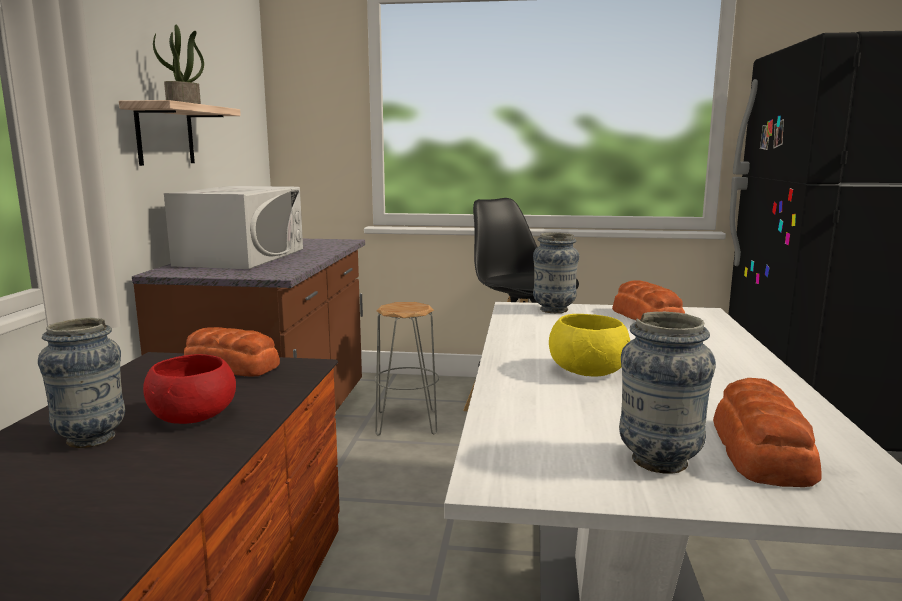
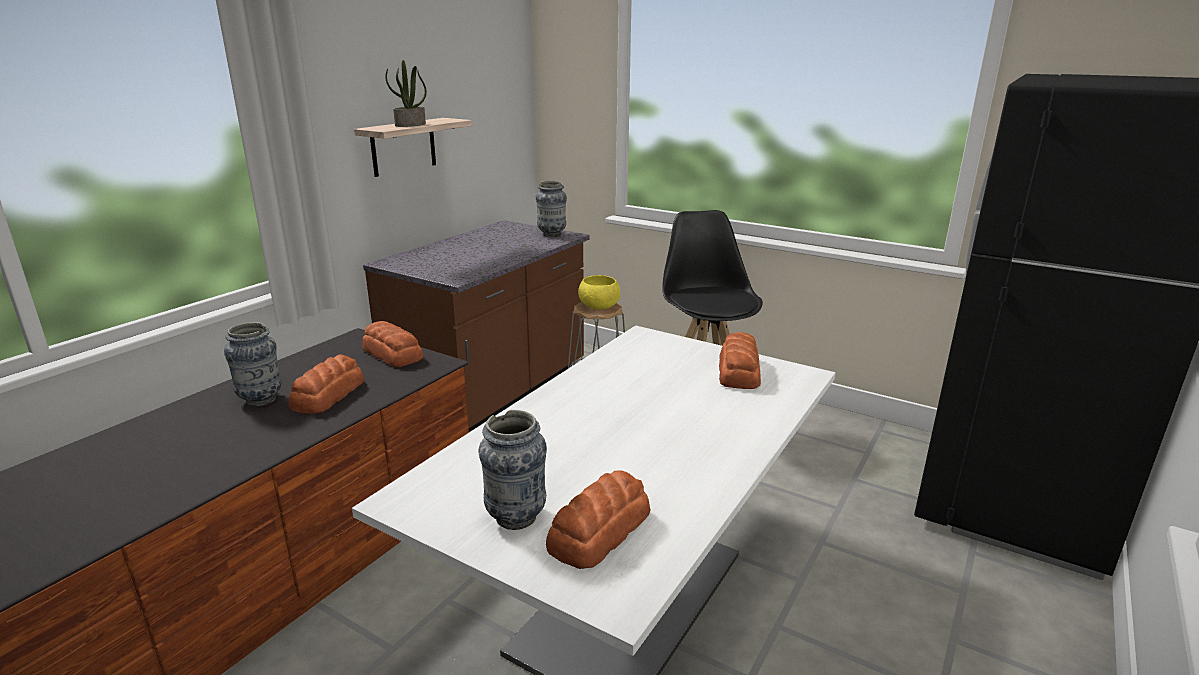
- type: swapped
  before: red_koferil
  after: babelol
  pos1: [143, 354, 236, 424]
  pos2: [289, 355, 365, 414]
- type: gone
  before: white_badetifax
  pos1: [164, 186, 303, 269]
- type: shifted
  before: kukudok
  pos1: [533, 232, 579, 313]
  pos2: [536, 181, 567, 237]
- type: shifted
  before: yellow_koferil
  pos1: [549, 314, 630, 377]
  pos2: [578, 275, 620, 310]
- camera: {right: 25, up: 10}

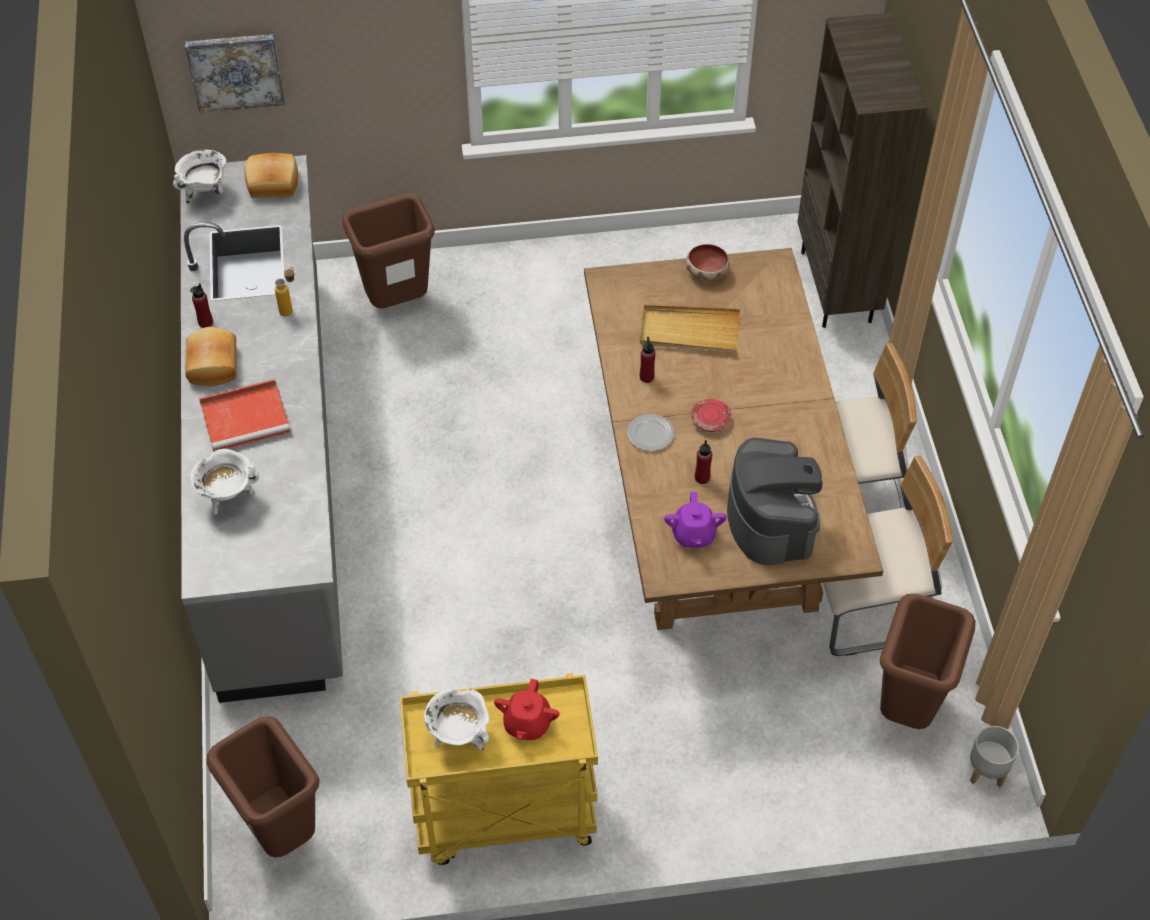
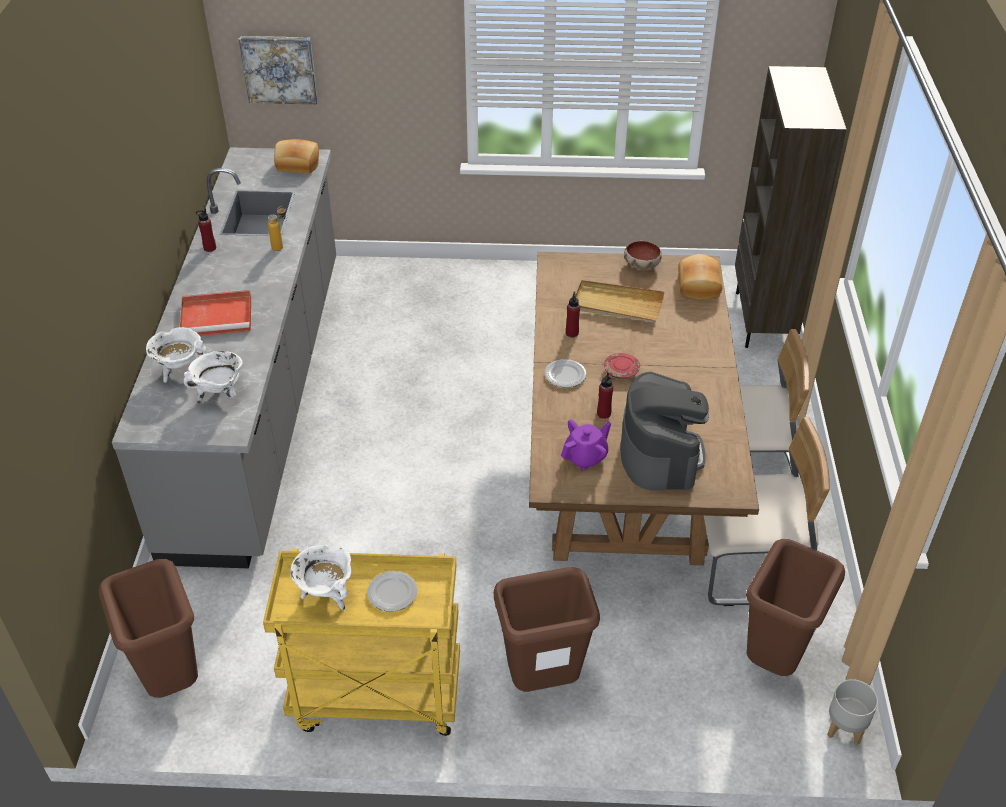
- type: shifted
  before: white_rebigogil
  pos1: [173, 150, 226, 204]
  pos2: [183, 351, 243, 403]
- type: shifted
  before: babelol
  pos1: [185, 327, 237, 386]
  pos2: [678, 254, 722, 300]
- type: shifted
  before: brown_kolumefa
  pos1: [342, 193, 435, 309]
  pos2: [494, 567, 600, 692]
- type: swapped
  before: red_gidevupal
  after: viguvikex
  pos1: [494, 679, 560, 740]
  pos2: [367, 571, 417, 612]
- type: rotated
  before: purple_gidevupal
  pos1: [664, 492, 727, 548]
  pos2: [561, 420, 611, 470]
  turn: -135
- camera: {right: 10, up: -10}

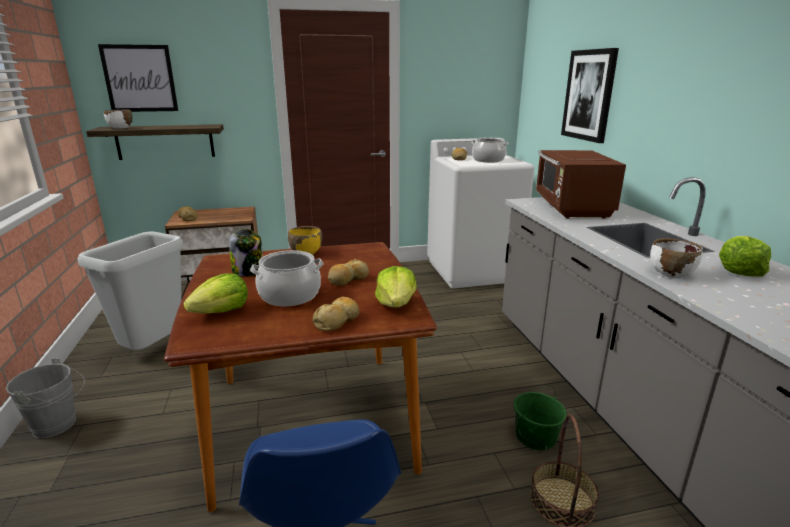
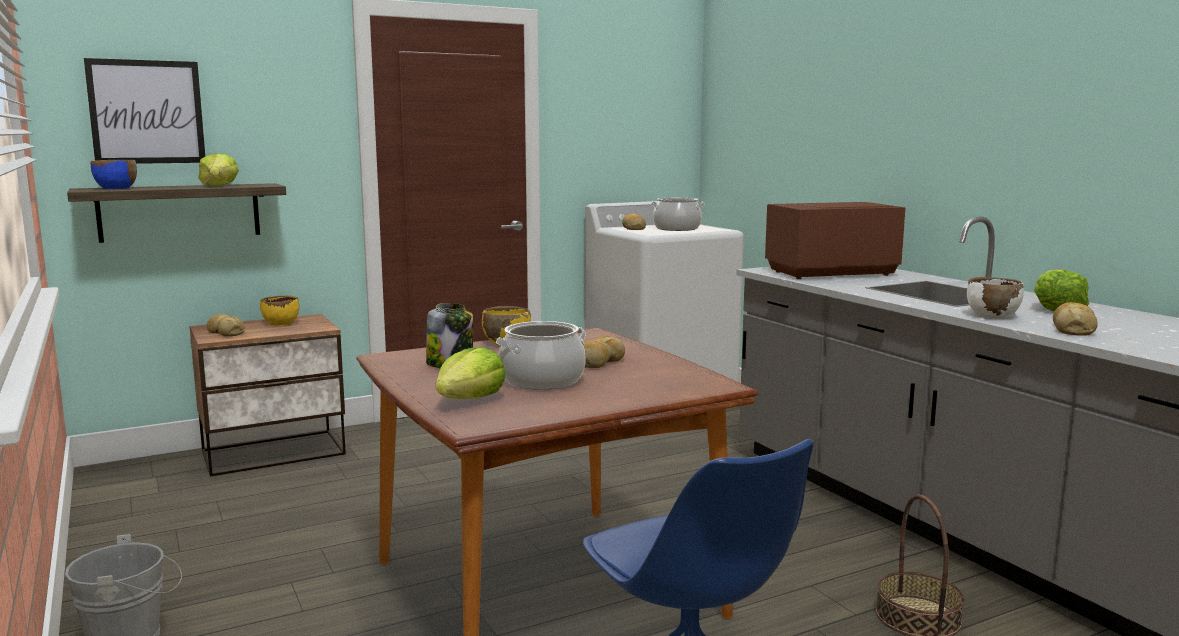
- type: gone
  before: grey_kolumefa
  pos1: [78, 232, 184, 350]
- type: repainted
  before: white_koferil
  after: blue_koferil
  pos1: [104, 109, 133, 129]
  pos2: [91, 160, 137, 189]
- type: shifted
  before: babelol
  pos1: [313, 297, 359, 332]
  pos2: [1053, 302, 1098, 336]
- type: shifted
  before: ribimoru
  pos1: [375, 266, 417, 307]
  pos2: [198, 153, 239, 186]
- type: gone
  before: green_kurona
  pos1: [513, 385, 567, 450]
- type: rotated
  before: brown_badetifax
  pos1: [536, 150, 626, 219]
  pos2: [765, 202, 906, 279]
  turn: 90
- type: gone
  before: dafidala
  pos1: [561, 48, 619, 143]
- type: new
  after: yellow_koferil
  pos2: [260, 296, 299, 326]
- camera: {right: -15, up: -10}

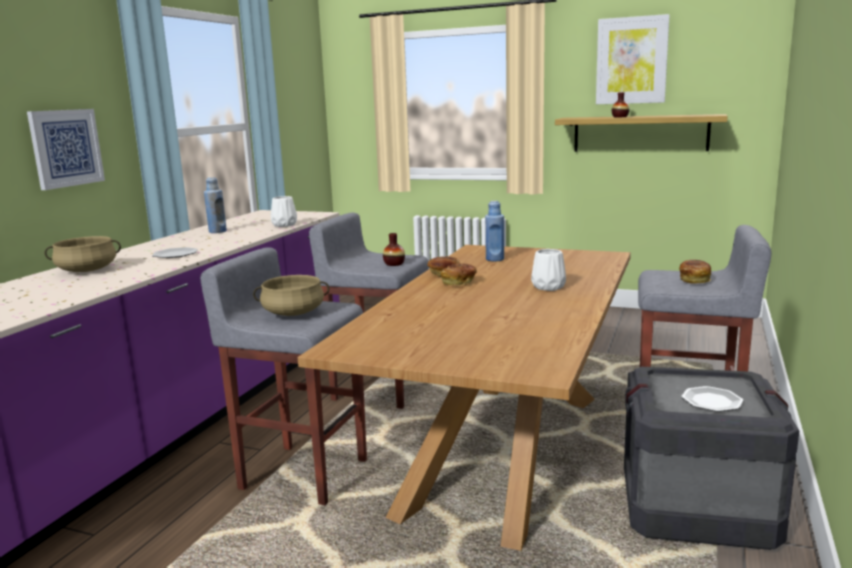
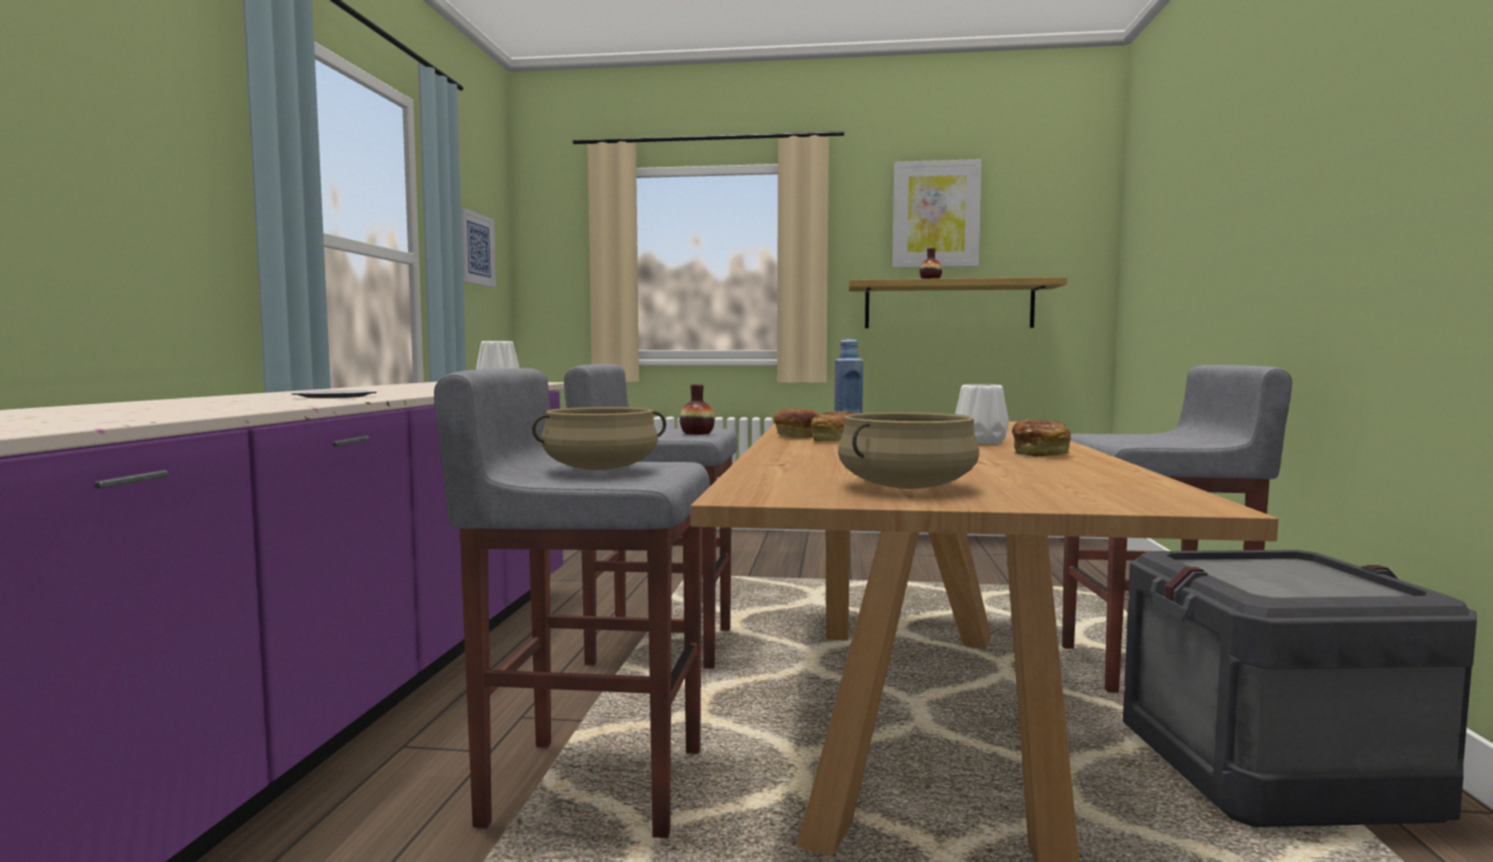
- type: shifted
  before: dafidala
  pos1: [27, 109, 105, 190]
  pos2: [461, 208, 496, 287]
- type: shifted
  before: beige_rebigogil
  pos1: [44, 236, 121, 272]
  pos2: [838, 412, 979, 489]
- type: gone
  before: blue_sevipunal
  pos1: [204, 177, 227, 233]
- type: shifted
  before: babelol
  pos1: [679, 260, 711, 283]
  pos2: [1012, 420, 1071, 457]
- type: gone
  before: viguvikex
  pos1: [681, 386, 744, 412]
- camera: {right: -15, up: -10}

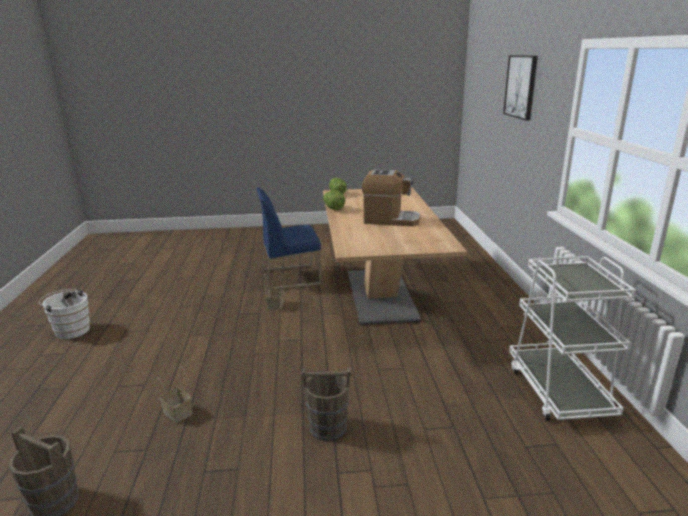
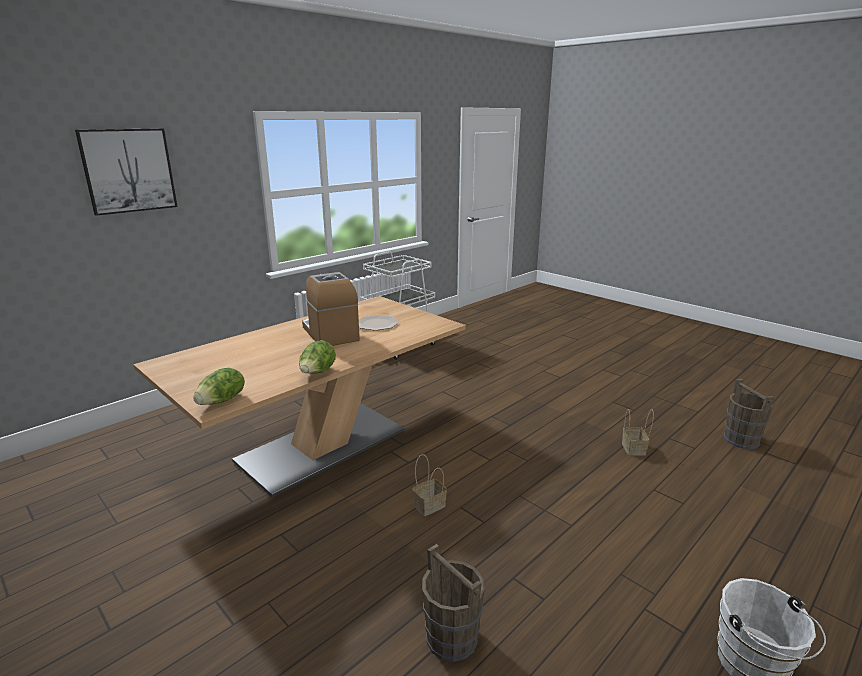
- type: gone
  before: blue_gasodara
  pos1: [257, 187, 321, 291]
- type: shifted
  before: brown_kurona
  pos1: [301, 367, 352, 441]
  pos2: [422, 544, 485, 662]
- type: new
  after: viguvikex
  pos2: [359, 315, 399, 331]
- camera: {right: -130, up: 0}

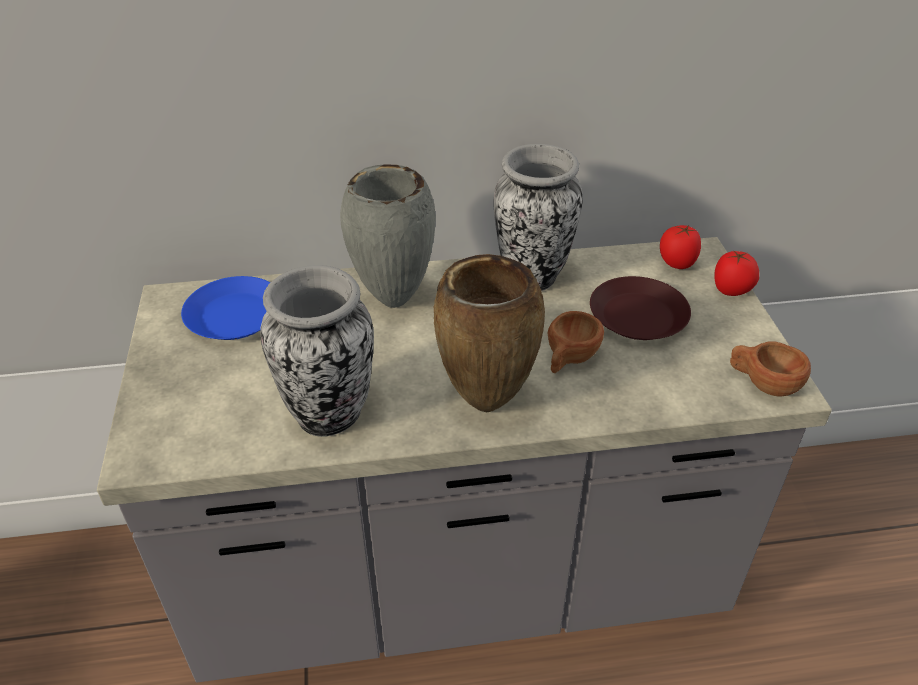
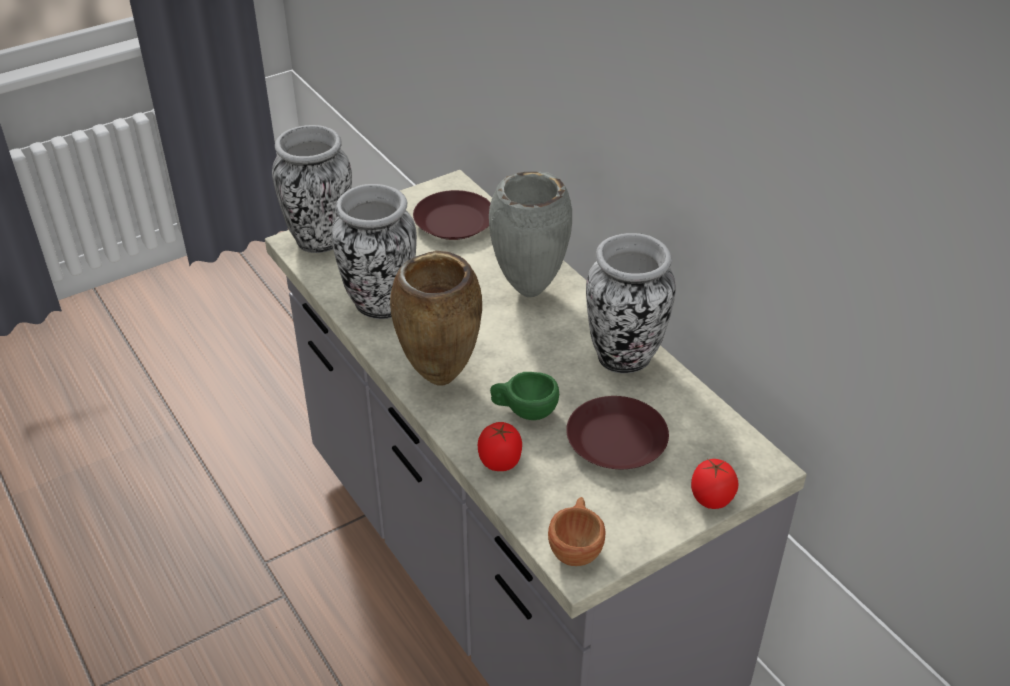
- type: repainted
  before: blue_viguvikex
  after: brown_viguvikex
  pos1: [181, 276, 271, 340]
  pos2: [413, 190, 491, 240]
- type: repainted
  before: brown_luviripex
  after: green_luviripex
  pos1: [548, 311, 604, 373]
  pos2: [490, 372, 559, 420]
- type: shifted
  before: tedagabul
  pos1: [660, 225, 701, 269]
  pos2: [478, 422, 522, 471]
- type: new
  after: kukudok
  pos2: [272, 125, 352, 253]
- camera: {right: 65, up: 0}

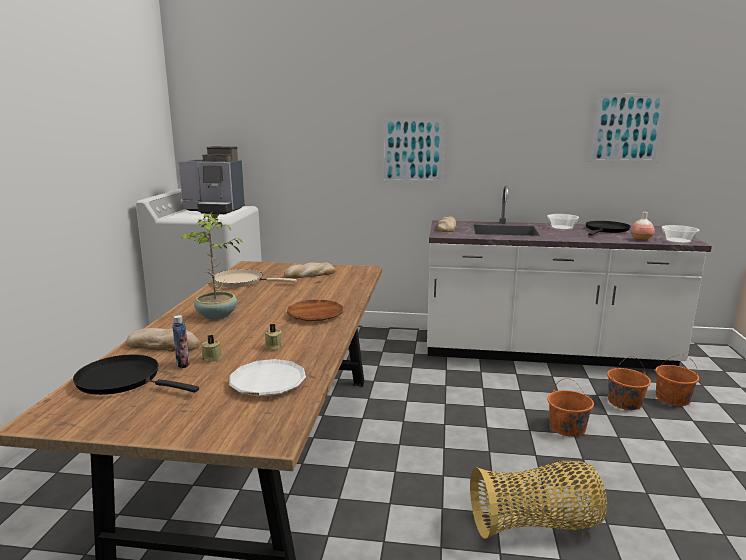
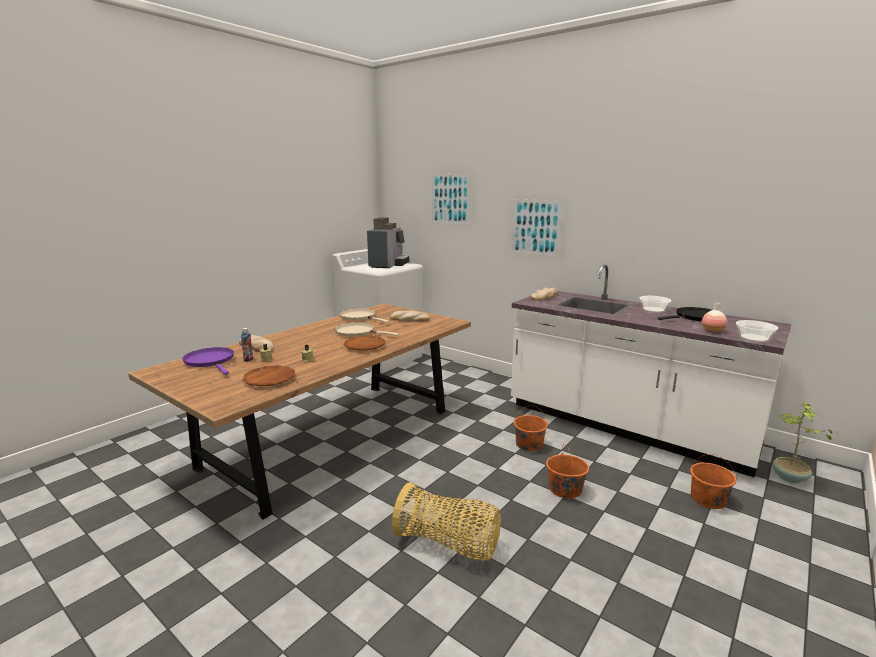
- type: repainted
  before: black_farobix
  after: purple_farobix
  pos1: [73, 354, 199, 395]
  pos2: [182, 347, 234, 375]
- type: rotated
  before: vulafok
  pos1: [179, 146, 245, 214]
  pos2: [367, 218, 409, 268]
  turn: -120
- type: shifted
  before: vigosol
  pos1: [181, 212, 244, 320]
  pos2: [772, 402, 838, 483]
- type: repainted
  before: white_viguvikex
  after: brown_viguvikex
  pos1: [229, 359, 306, 396]
  pos2: [242, 365, 295, 386]
- type: shifted
  before: dafidala
  pos1: [589, 93, 668, 163]
  pos2: [431, 174, 471, 225]
- type: shifted
  before: orange_kurona
  pos1: [607, 356, 651, 410]
  pos2: [514, 405, 548, 451]
- type: new
  after: beige_farobix
  pos2: [335, 322, 399, 337]
- camera: {right: 30, up: 0}

